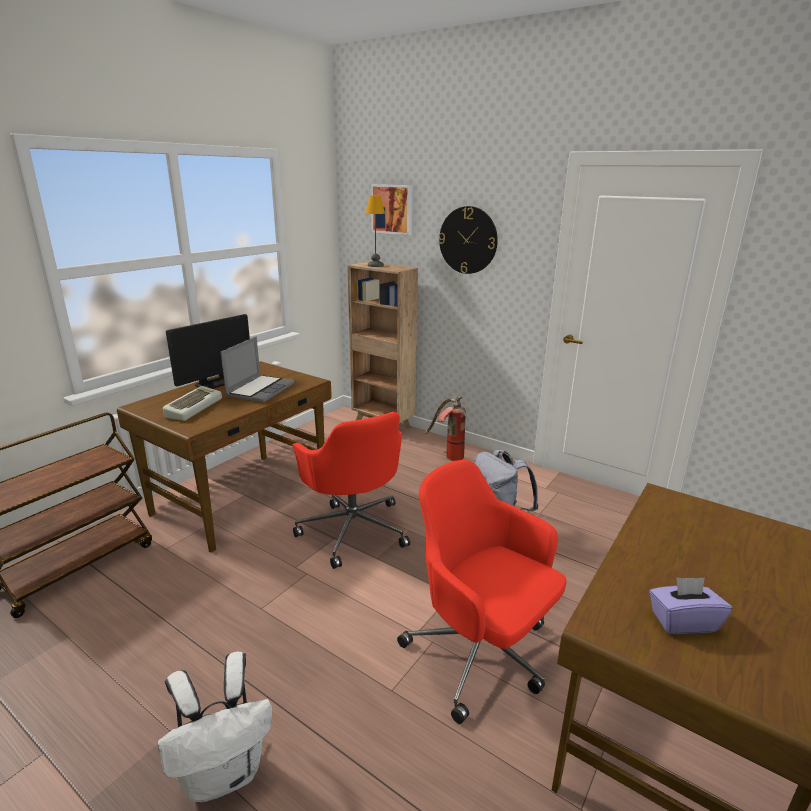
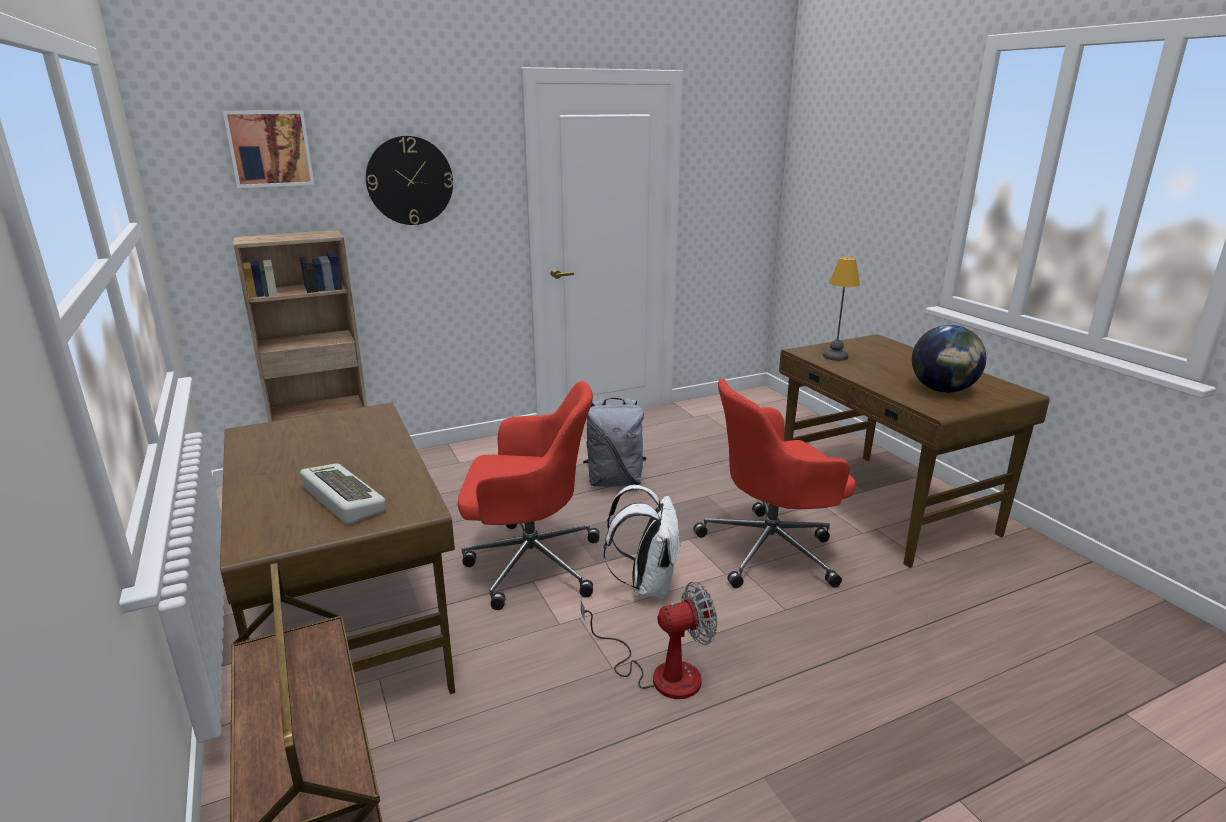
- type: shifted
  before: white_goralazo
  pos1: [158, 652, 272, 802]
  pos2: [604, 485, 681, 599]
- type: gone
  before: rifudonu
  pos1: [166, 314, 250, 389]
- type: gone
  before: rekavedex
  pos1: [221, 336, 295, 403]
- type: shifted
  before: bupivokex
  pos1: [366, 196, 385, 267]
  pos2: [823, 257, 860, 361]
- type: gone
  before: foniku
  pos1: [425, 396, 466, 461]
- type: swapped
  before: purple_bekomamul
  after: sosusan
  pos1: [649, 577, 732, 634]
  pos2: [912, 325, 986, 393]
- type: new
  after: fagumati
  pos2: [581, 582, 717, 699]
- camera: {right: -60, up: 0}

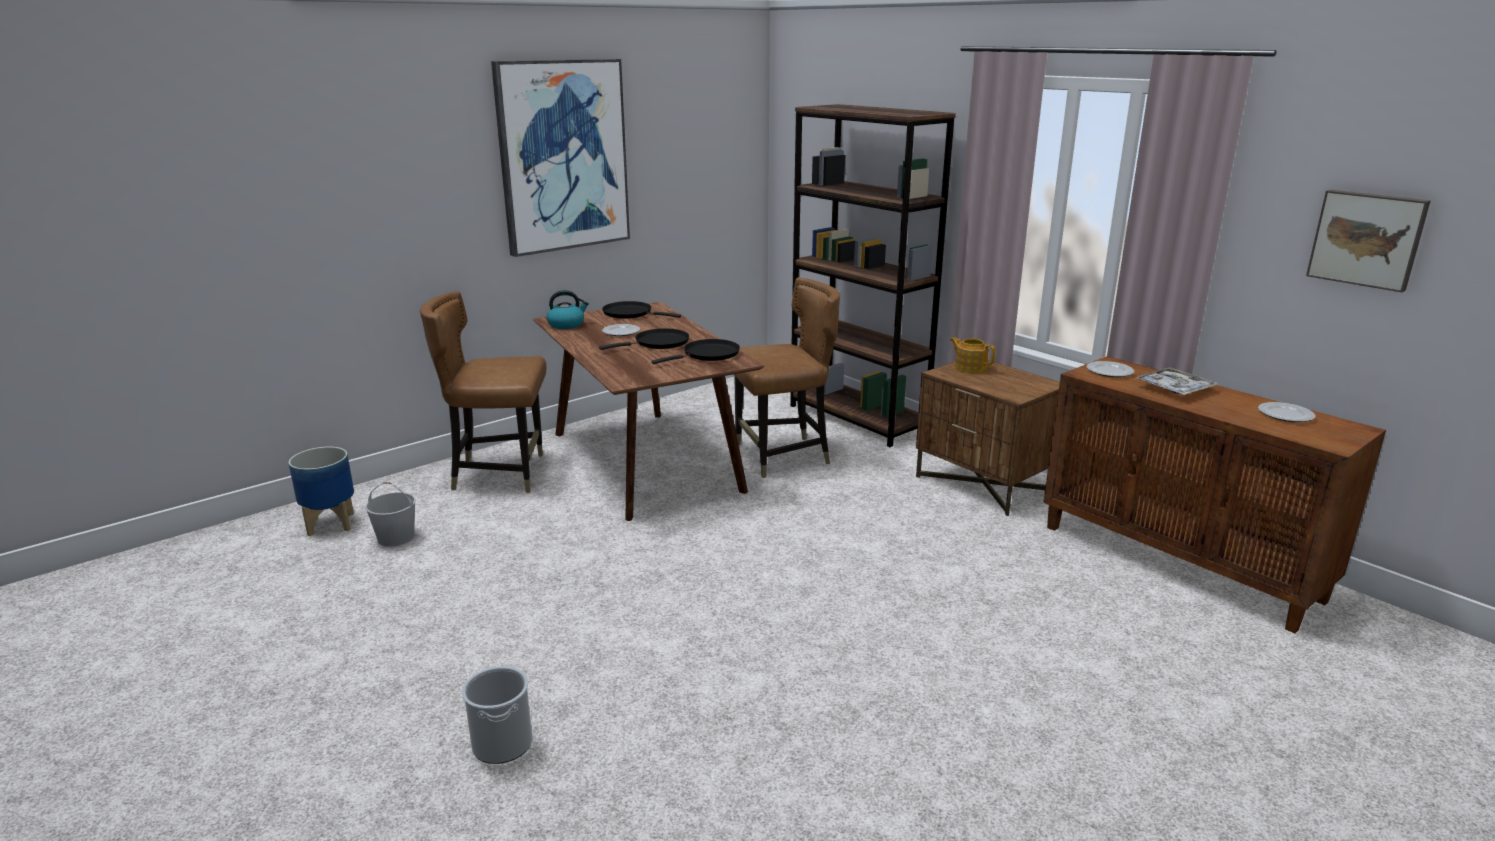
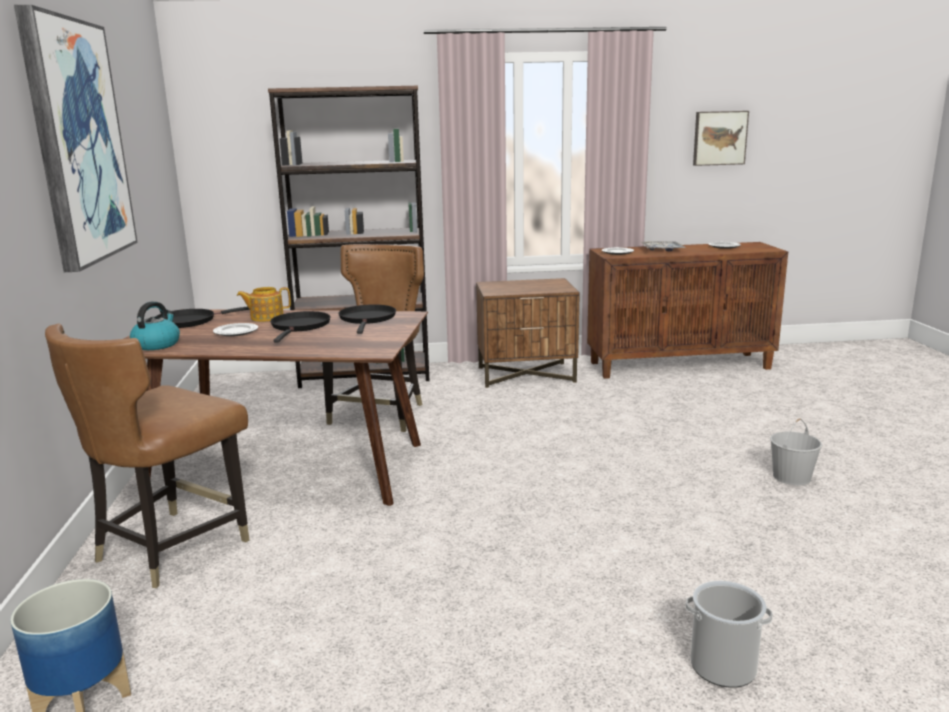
- type: shifted
  before: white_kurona
  pos1: [365, 482, 416, 547]
  pos2: [770, 418, 822, 485]
- type: shifted
  before: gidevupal
  pos1: [950, 337, 995, 373]
  pos2: [237, 287, 291, 322]
- camera: {right: -55, up: -5}

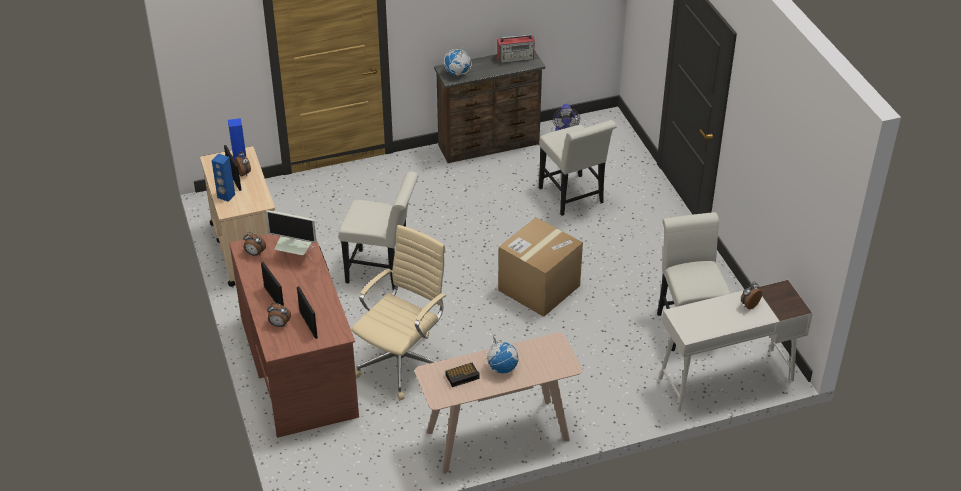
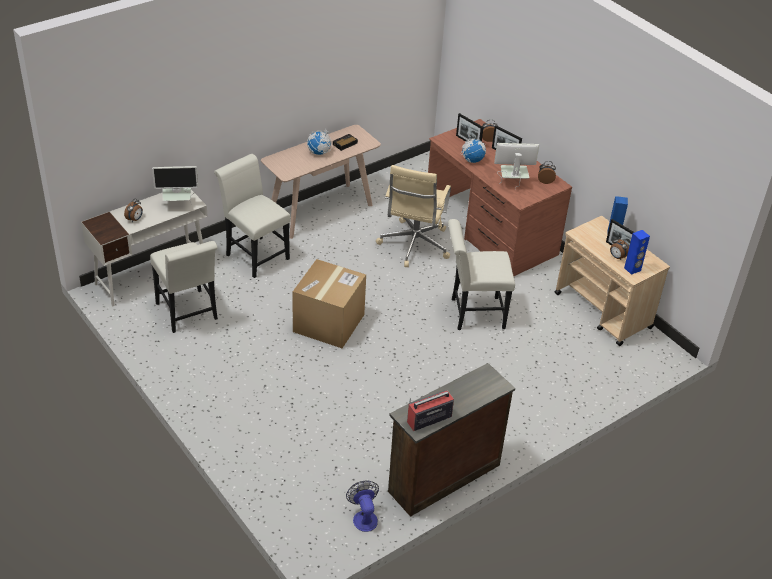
- type: shifted
  before: sosusan
  pos1: [444, 49, 472, 76]
  pos2: [461, 133, 486, 163]
- type: shifted
  before: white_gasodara
  pos1: [539, 120, 616, 216]
  pos2: [214, 154, 291, 278]
- type: new
  after: rifudonu
  pos2: [152, 166, 198, 204]
- camera: {right: 160, up: 0}

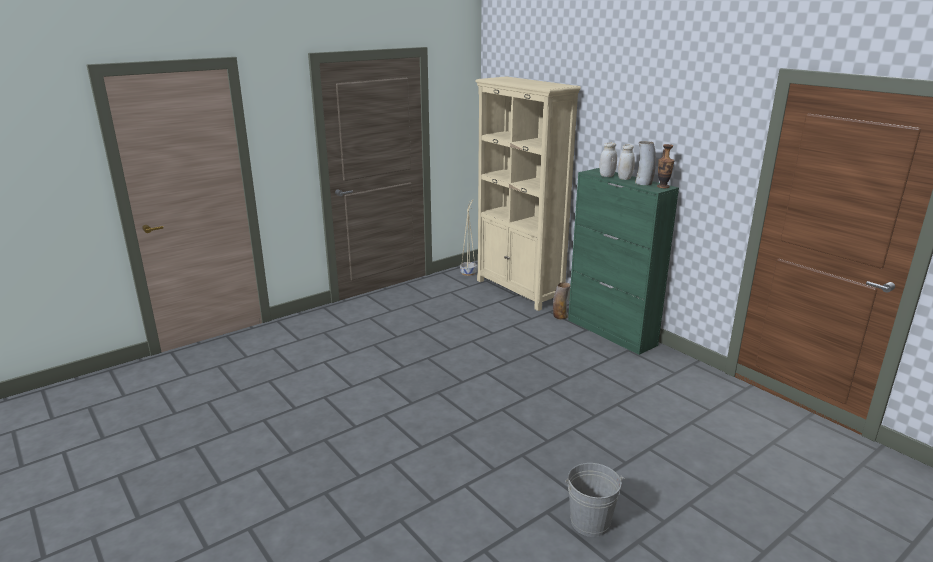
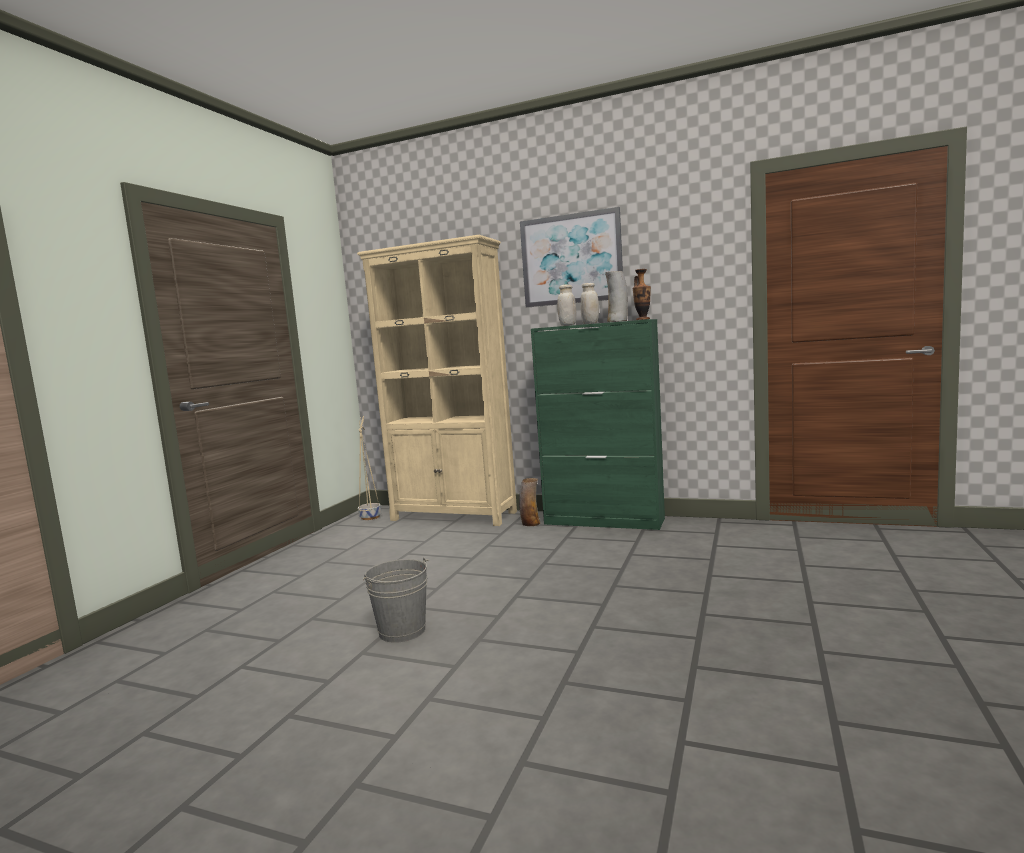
- type: shifted
  before: grey_kurona
  pos1: [565, 463, 625, 537]
  pos2: [363, 558, 429, 643]
- type: new
  after: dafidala
  pos2: [520, 207, 623, 308]
- camera: {right: -30, up: -15}

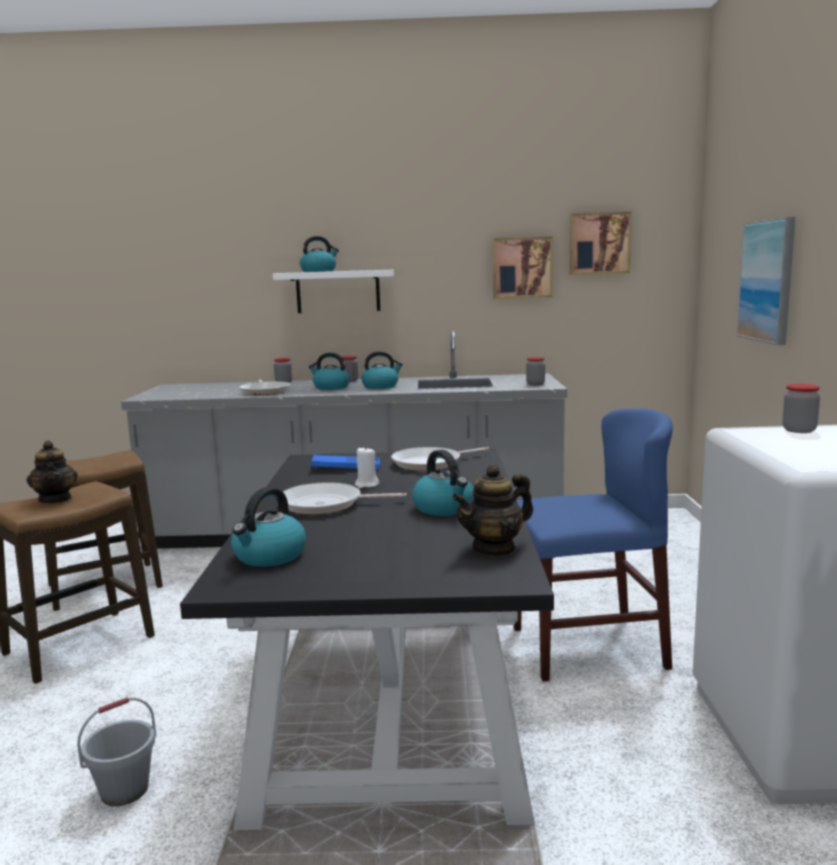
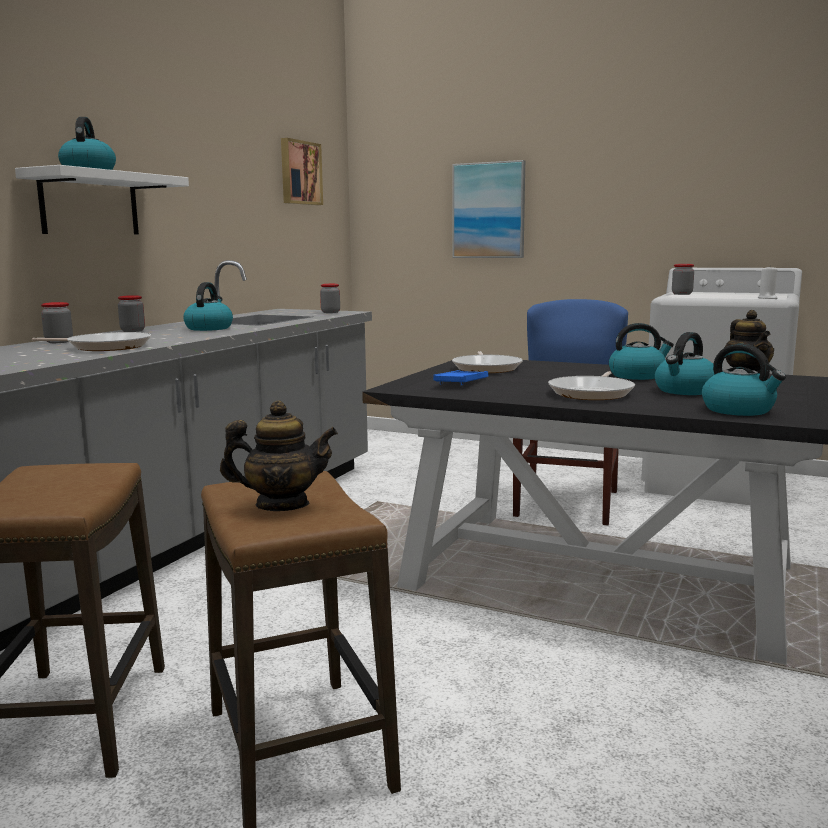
- type: gone
  before: grey_kurona
  pos1: [77, 697, 156, 806]
- type: shifted
  before: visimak
  pos1: [309, 353, 350, 390]
  pos2: [655, 332, 714, 395]
- type: shifted
  before: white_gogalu
  pos1: [355, 446, 379, 488]
  pos2: [758, 267, 778, 299]
- type: gone
  before: dafidala
  pos1: [493, 236, 553, 299]
- camera: {right: -65, up: 0}

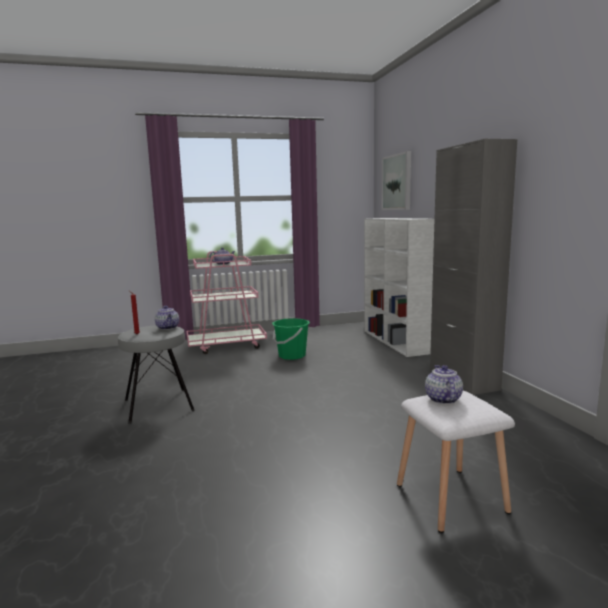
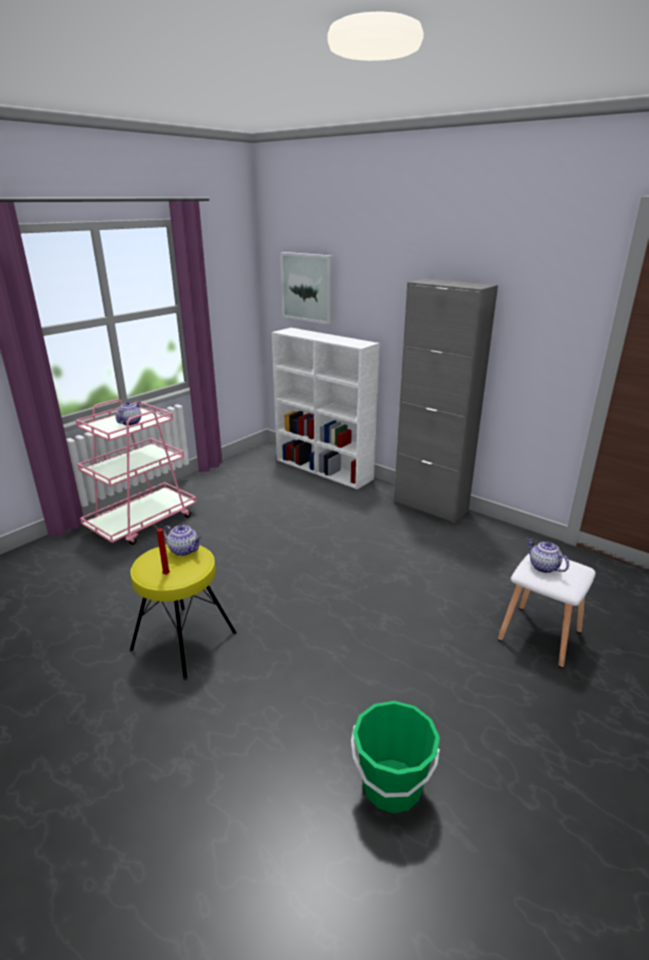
- type: repainted
  before: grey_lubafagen
  after: yellow_lubafagen
  pos1: [118, 325, 195, 424]
  pos2: [130, 545, 237, 680]
- type: shifted
  before: green_kurona
  pos1: [272, 318, 310, 360]
  pos2: [351, 701, 440, 814]
- camera: {right: -35, up: 15}

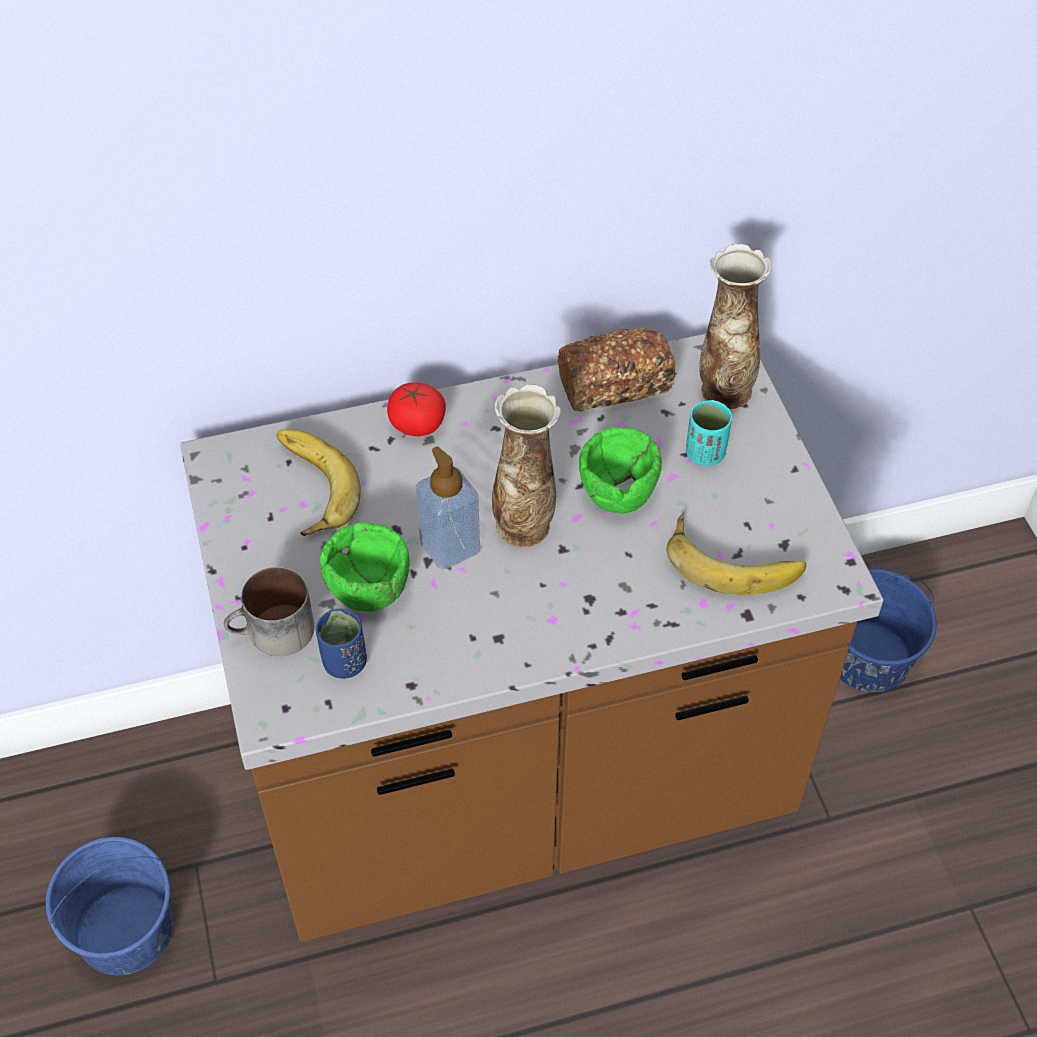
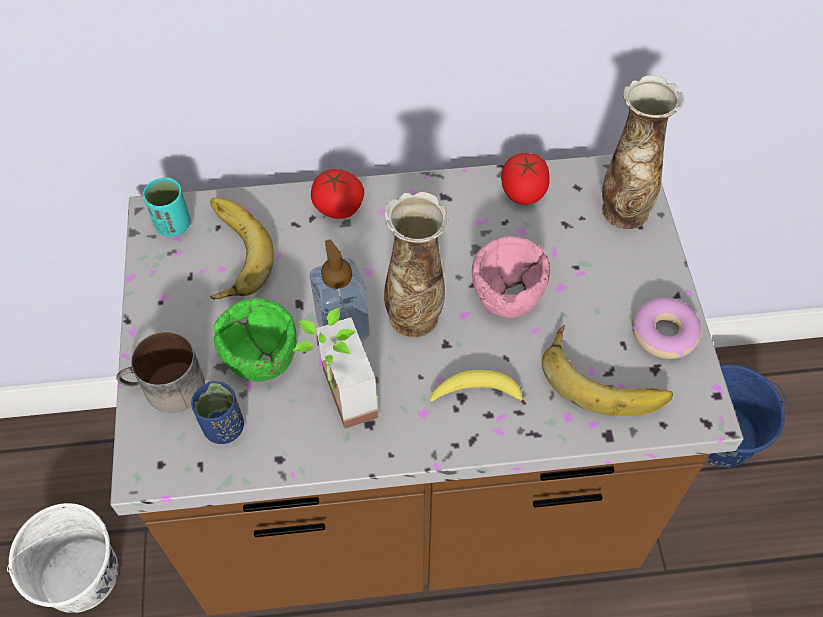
- type: repainted
  before: blue_kurona
  after: white_kurona
  pos1: [46, 837, 173, 975]
  pos2: [7, 503, 118, 613]
- type: swapped
  before: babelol
  after: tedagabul
  pos1: [558, 328, 675, 412]
  pos2: [501, 153, 550, 205]
- type: repainted
  before: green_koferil
  after: pink_koferil
  pos1: [579, 427, 662, 513]
  pos2: [472, 236, 550, 318]
- type: shifted
  before: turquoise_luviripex
  pos1: [686, 400, 732, 466]
  pos2: [143, 178, 190, 237]
- type: new
  after: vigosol
  pos2: [293, 308, 378, 429]
- type: new
  after: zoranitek
  pos2: [430, 370, 526, 406]
- type: new
  after: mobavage
  pos2: [632, 298, 701, 359]
- camera: {right: 10, up: 5}

